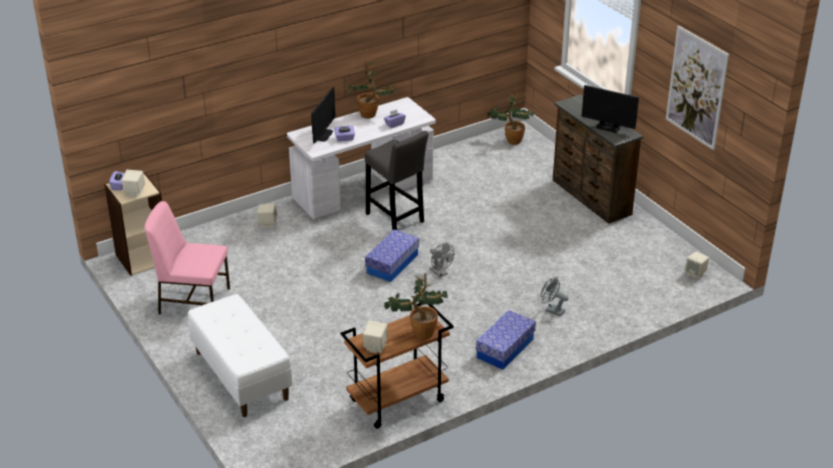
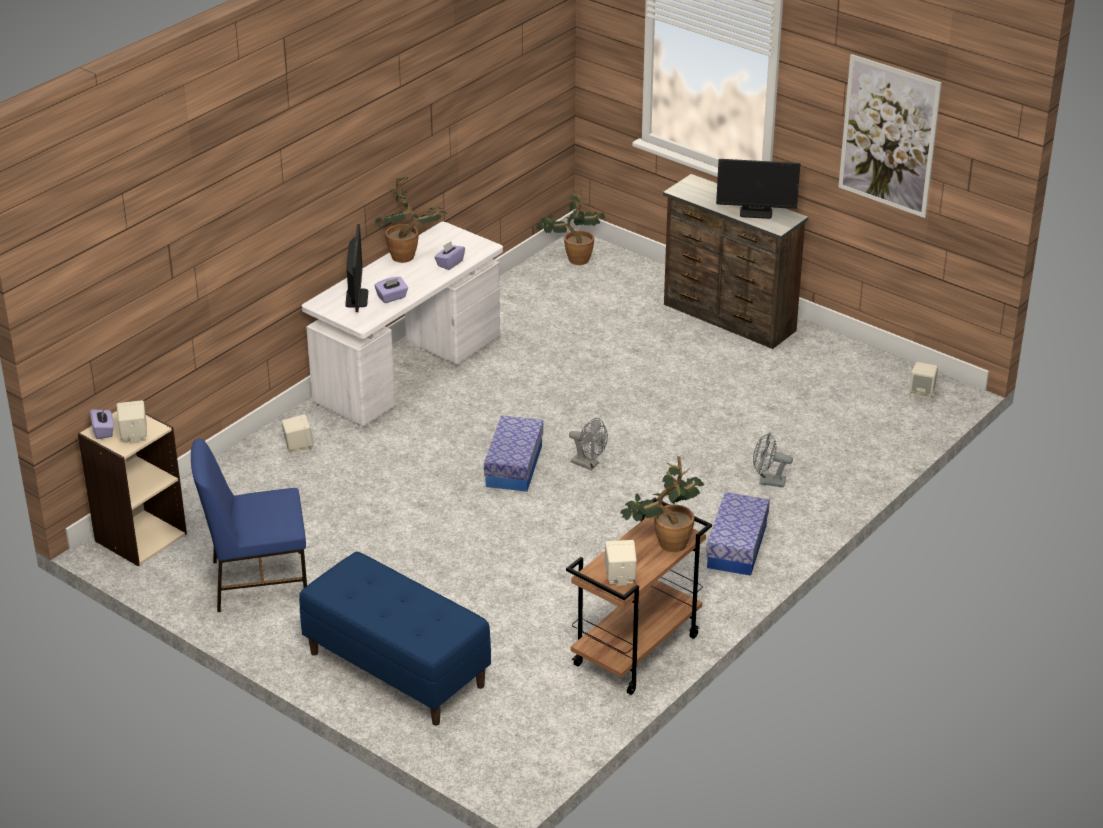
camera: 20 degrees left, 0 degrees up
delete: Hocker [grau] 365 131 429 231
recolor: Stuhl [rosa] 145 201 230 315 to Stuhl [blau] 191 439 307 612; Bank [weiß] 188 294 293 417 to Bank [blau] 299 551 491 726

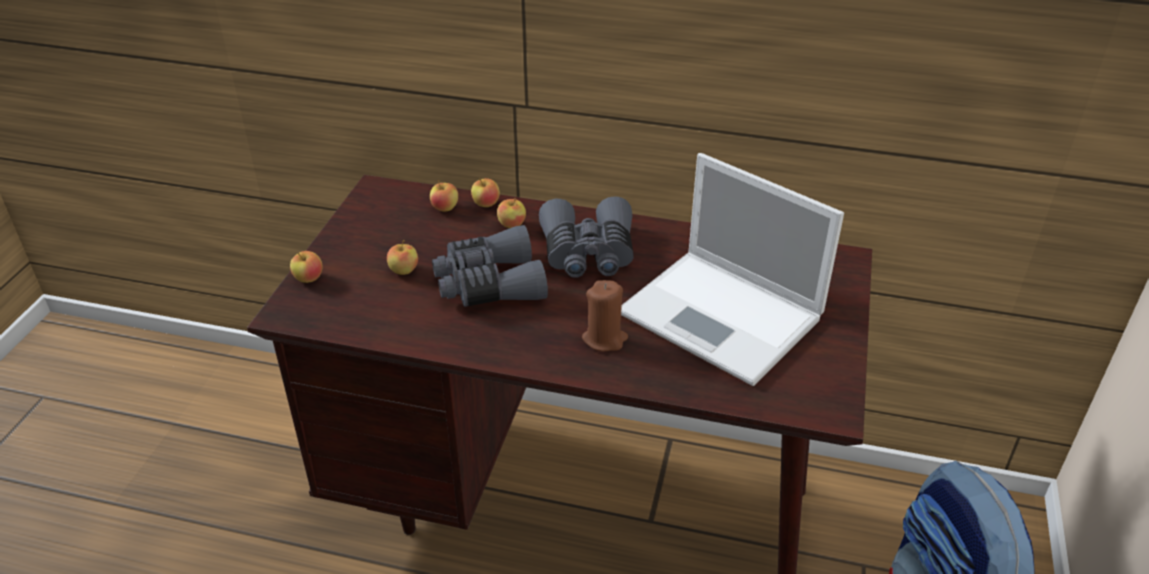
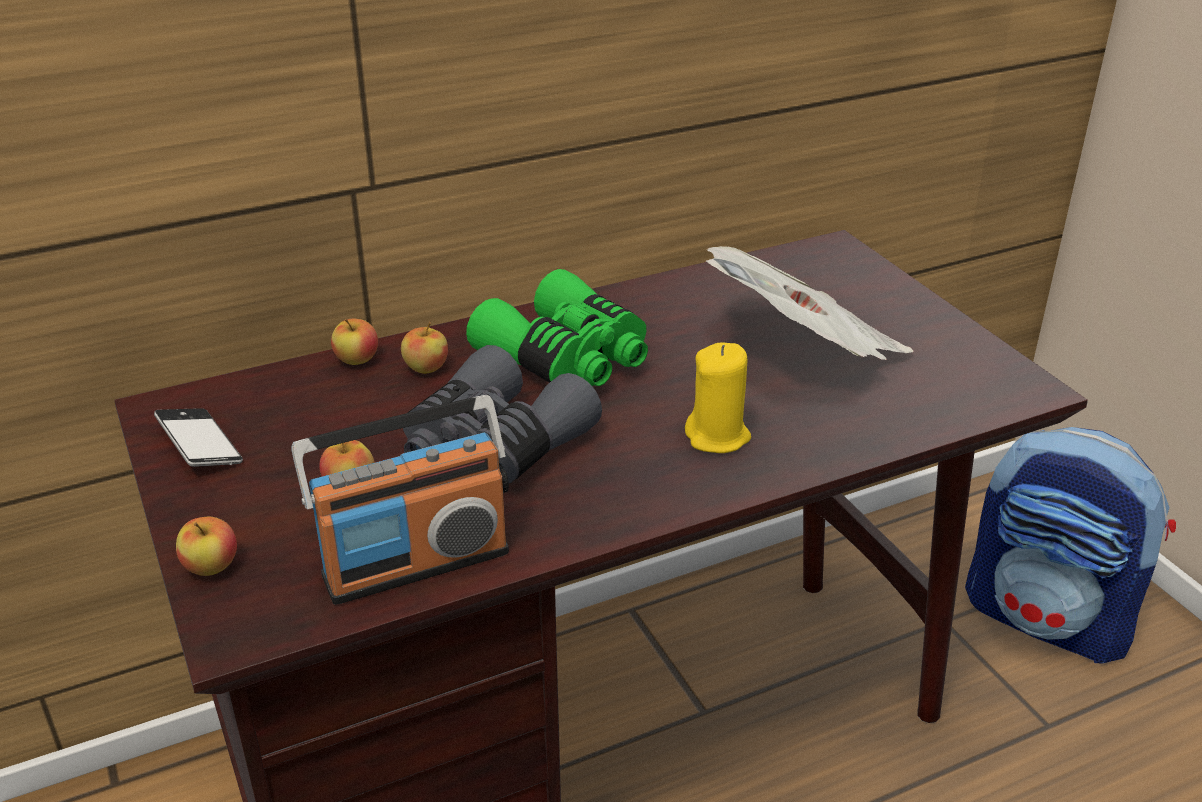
camera: 40 degrees left, 5 degrees down
delete: Apfel 430 180 458 212
insert: Handy 154 408 243 467; Radio 291 395 509 605
replace: Laptop 621 153 844 386 to Zeitung 706 246 913 360
recolor: Fernglas [grau] 539 197 633 277 to Fernglas [grün] 466 269 648 386; Kerze [braun] 582 280 628 352 to Kerze [gelb] 685 342 751 453

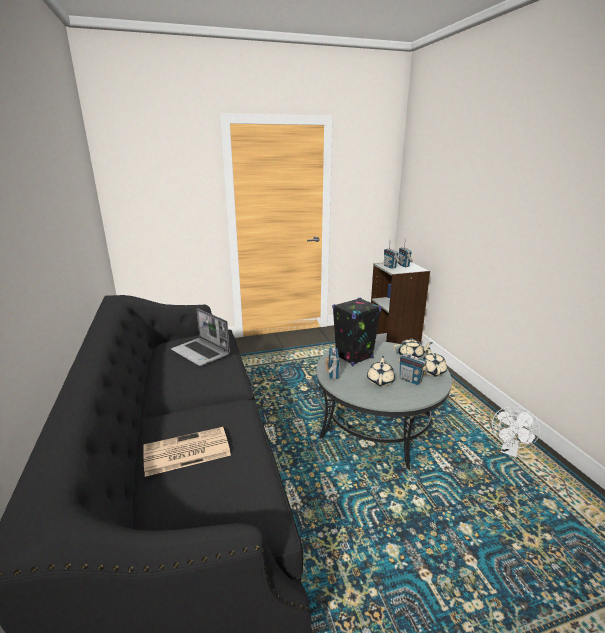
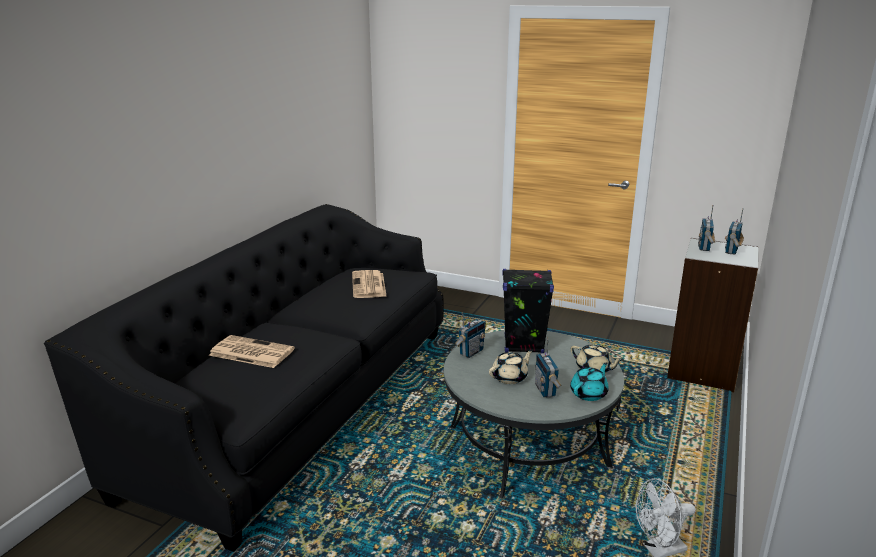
camera: 40 degrees right, 0 degrees up
replace: Laptop 171 308 230 366 to Zeitung 352 270 387 298
recolor: Teekanne [beige] 422 348 447 377 to Teekanne [türkis] 570 362 609 401

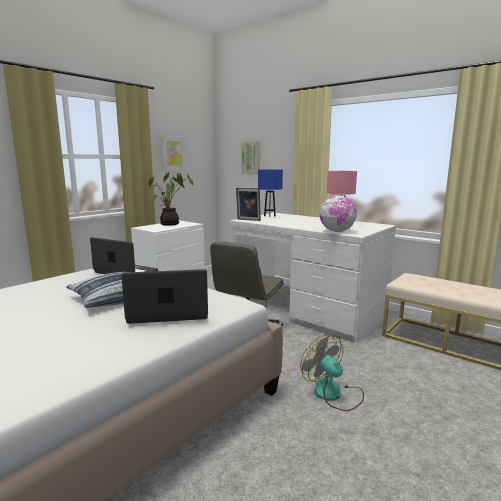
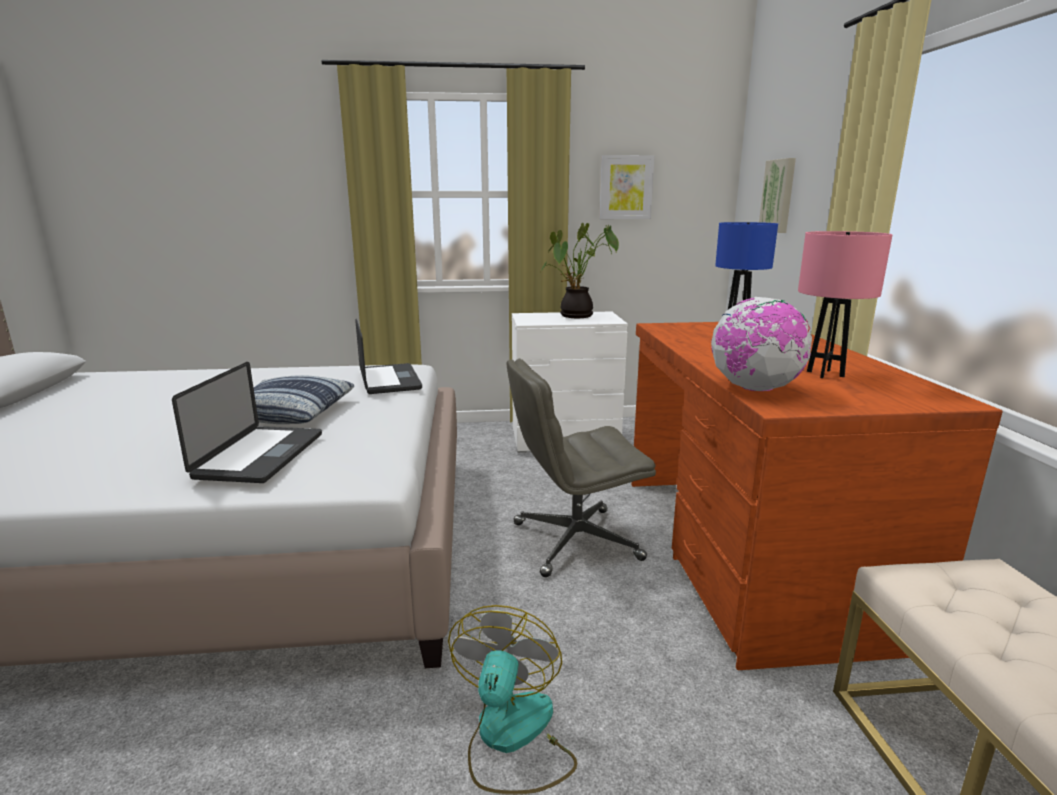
camera: 45 degrees right, 5 degrees up
delete: Bilderrahmen 236 187 261 221
recolor: Schreibtisch [weiß] 230 213 396 343 to Schreibtisch [braun] 631 322 1003 670
rotate: Laptop 121 269 208 324 = 172 362 322 483 60 degrees clockwise

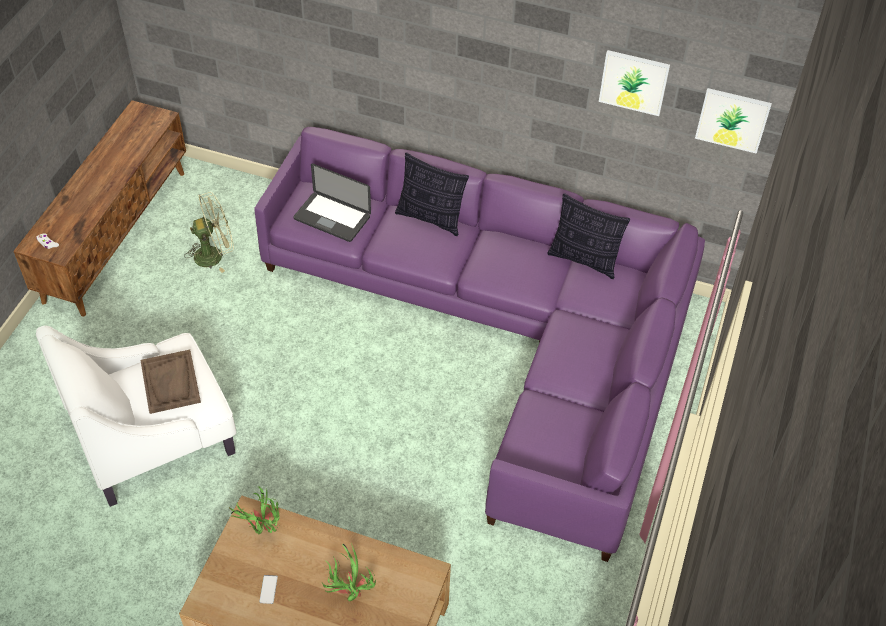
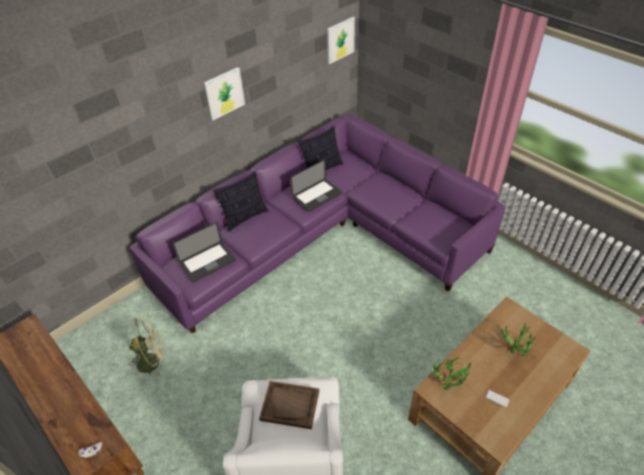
camera: 60 degrees left, 5 degrees down
insert: Laptop 290 159 342 212
move: Bild 599 50 670 116 to 203 67 245 121
rotate: Ventilator [grün] 184 192 234 273 = 128 316 166 377 60 degrees clockwise

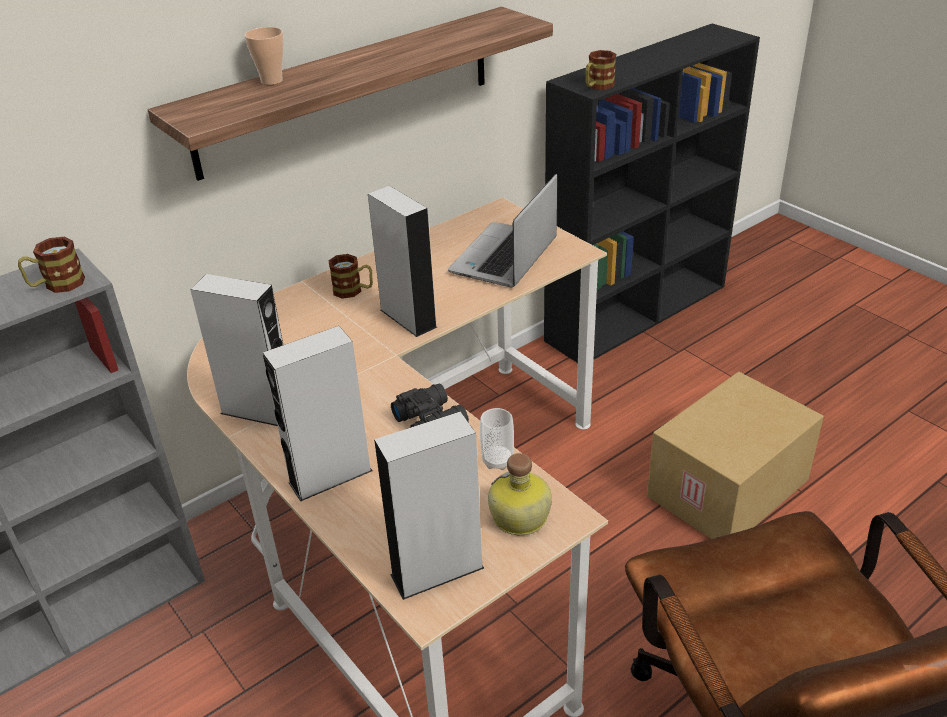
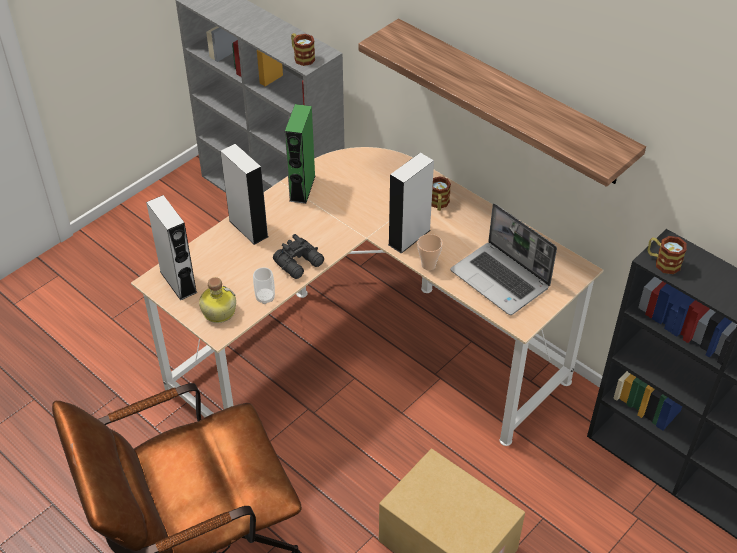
camera: 80 degrees right, 10 degrees up
move: Tasse 245 27 284 85 to 417 234 443 270
recolor: Lautsprecher [grau] 190 274 283 426 to Lautsprecher [grün] 285 104 316 204
rotate: Laptop 448 174 557 287 = 450 203 557 315 150 degrees counterclockwise

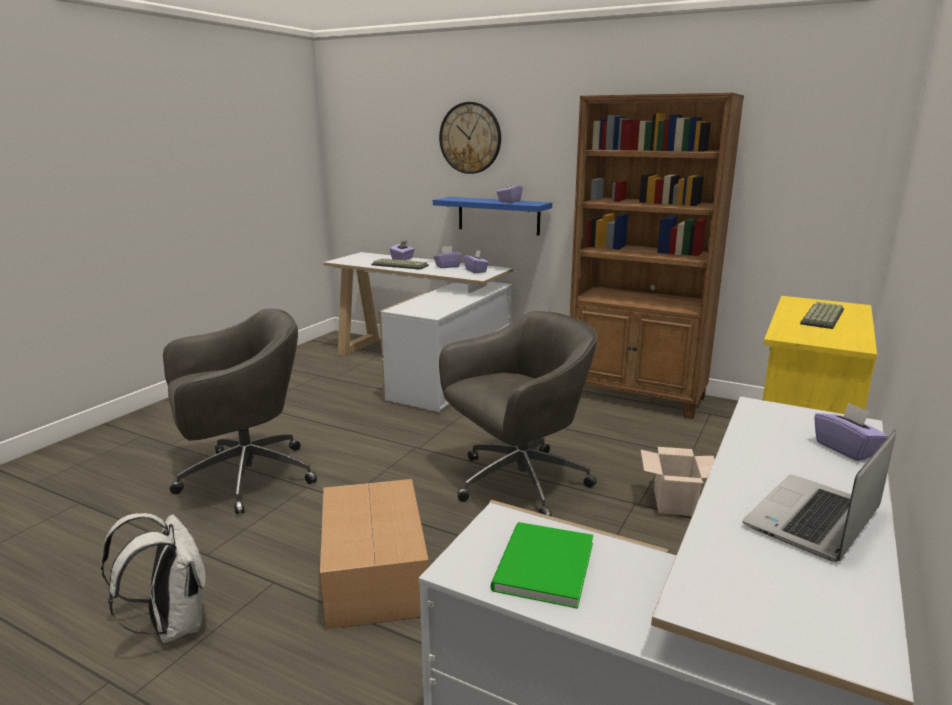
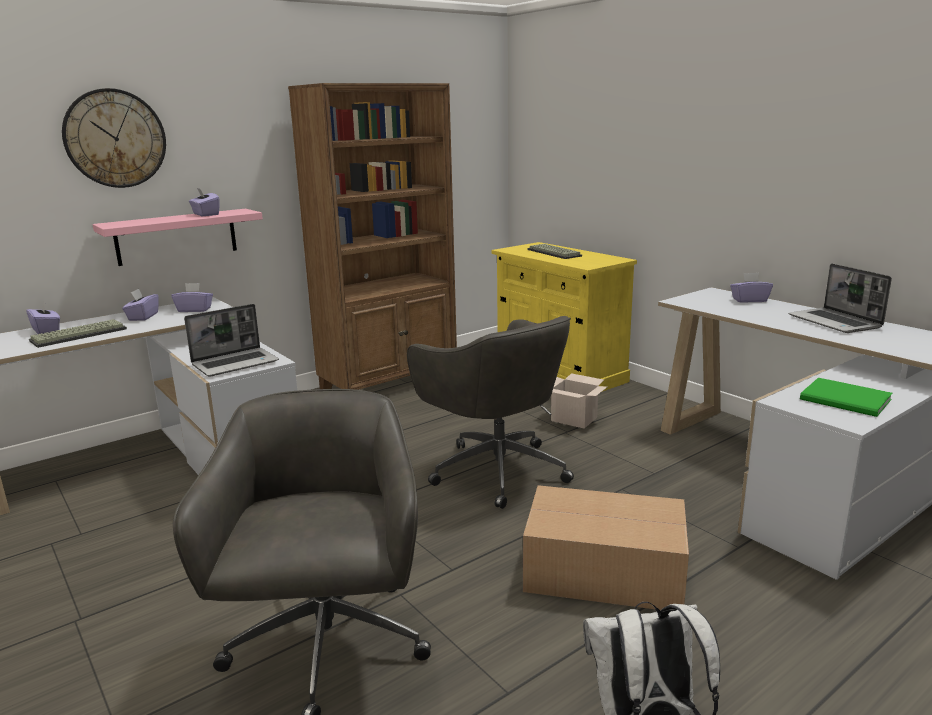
camera: 65 degrees left, 0 degrees up
insert: Laptop 184 304 279 377
recolor: Wandregal [blau] 433 197 552 236 to Wandregal [rosa] 93 209 263 266
rotate: Bürostuhl [grau] 439 311 598 516 = 407 316 574 509 150 degrees clockwise

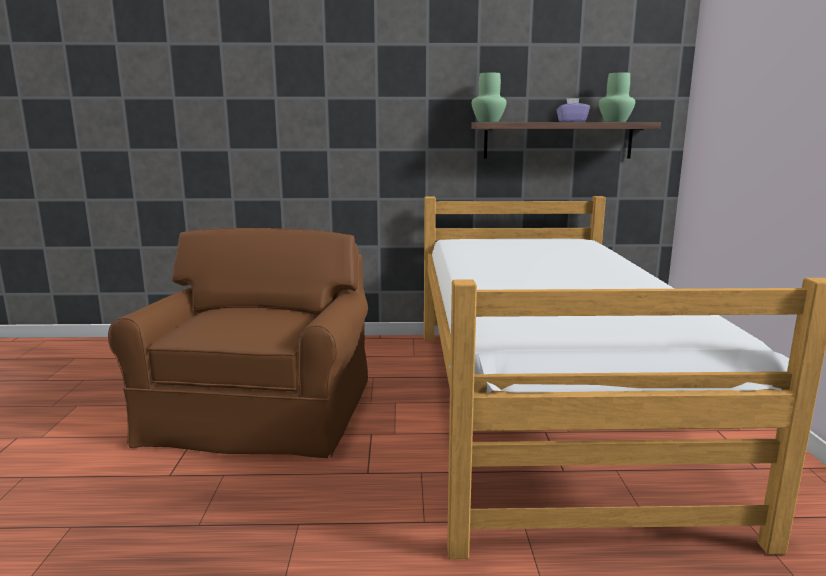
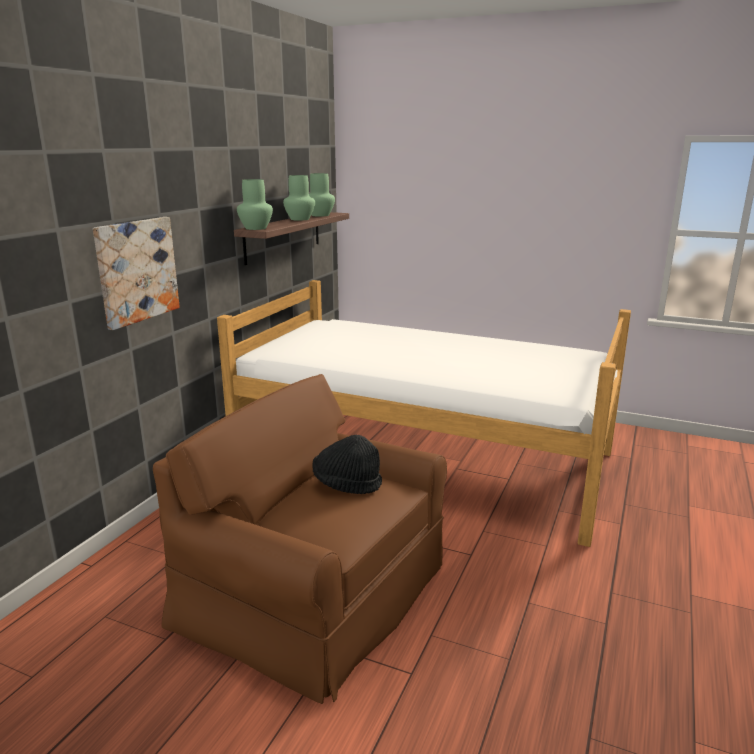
camera: 65 degrees left, 5 degrees up
insert: Bild 93 217 180 330; Hut [schwarz] 312 435 382 494
replace: Taschentuchbox [lila] 556 98 590 122 to Vase [grün] 283 175 315 221

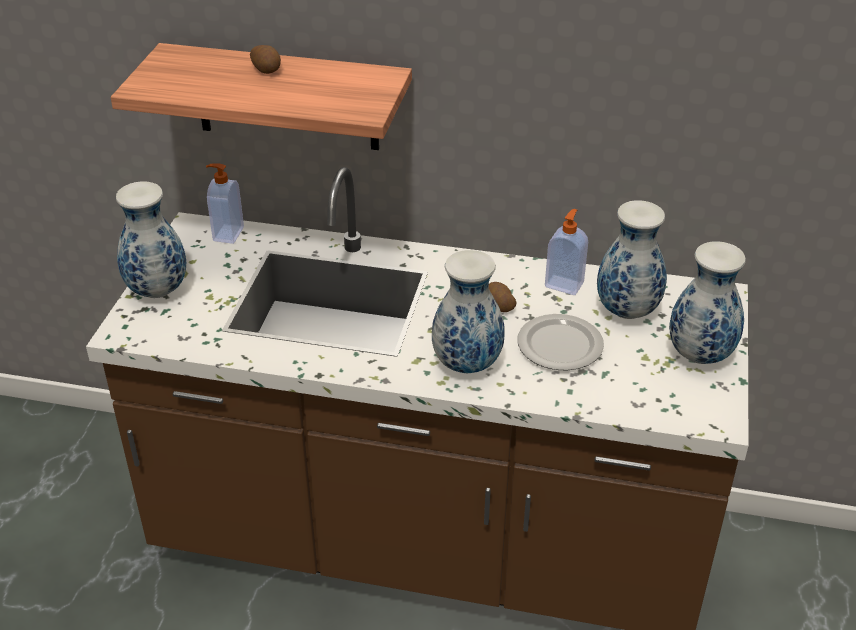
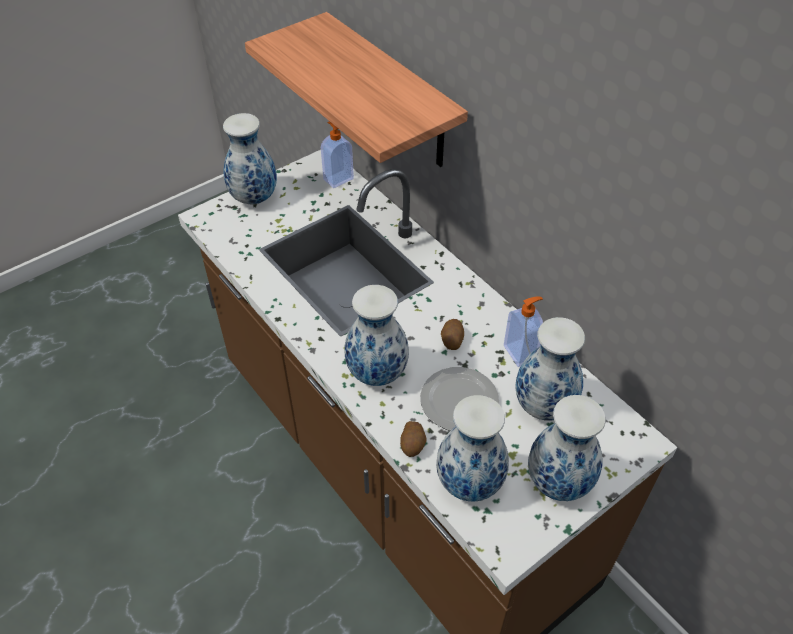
camera: 40 degrees right, 10 degrees up
insert: Vase 436 395 509 502
move: Kartoffel 250 45 281 74 to 400 421 427 457

